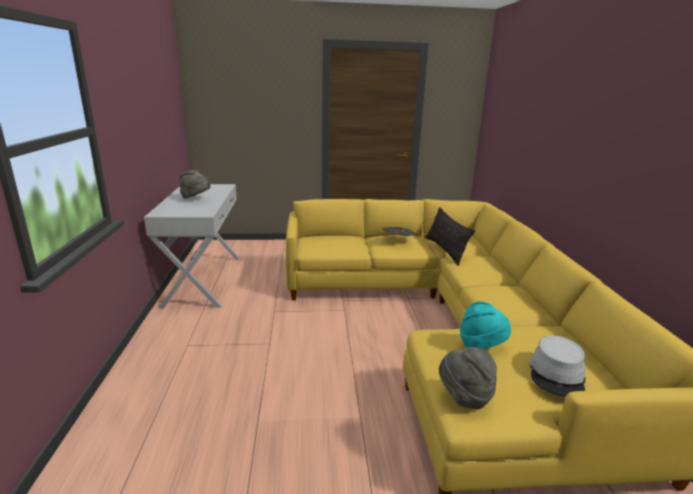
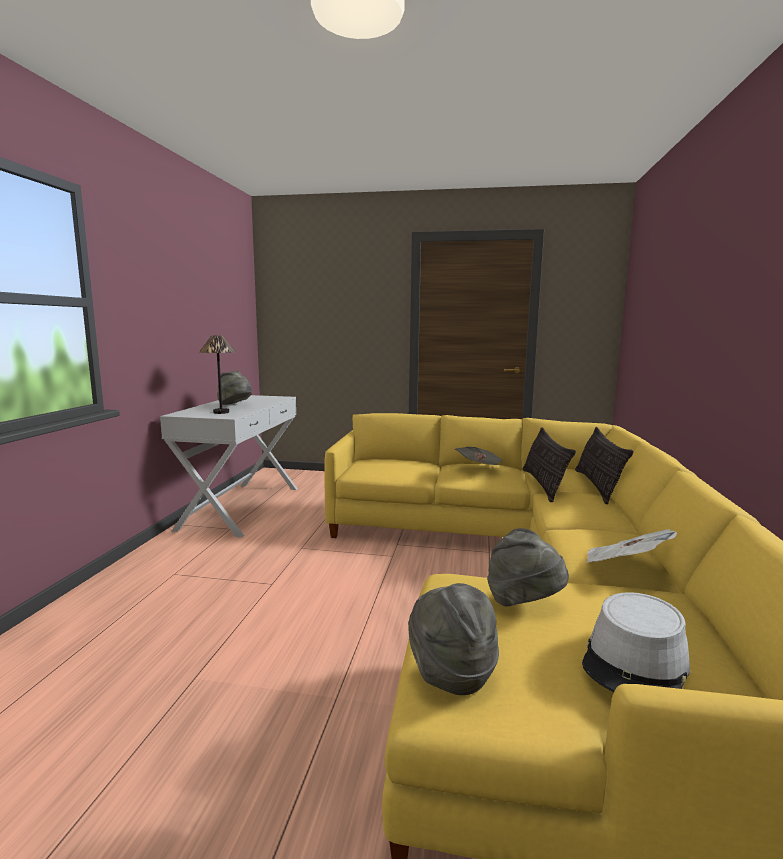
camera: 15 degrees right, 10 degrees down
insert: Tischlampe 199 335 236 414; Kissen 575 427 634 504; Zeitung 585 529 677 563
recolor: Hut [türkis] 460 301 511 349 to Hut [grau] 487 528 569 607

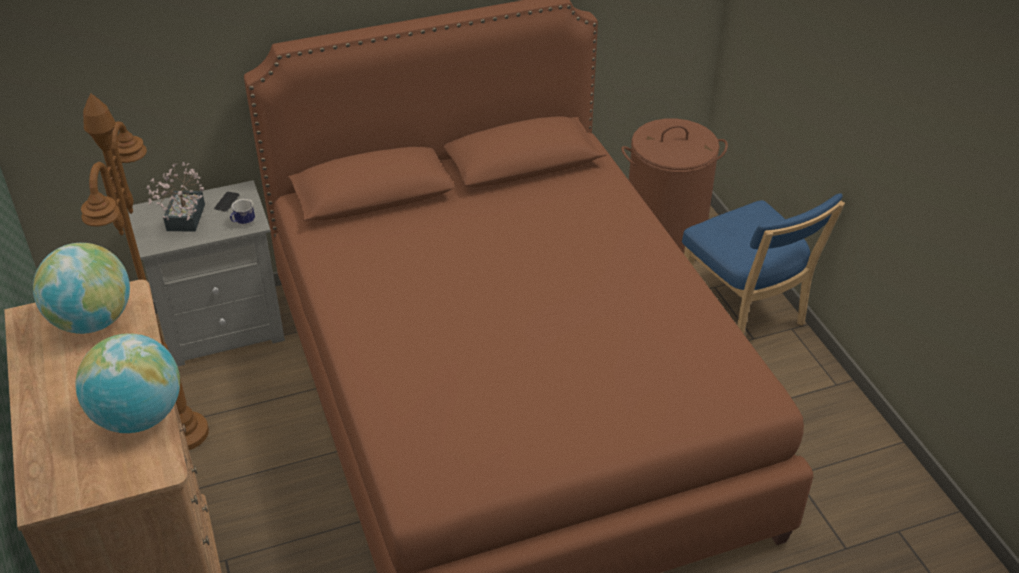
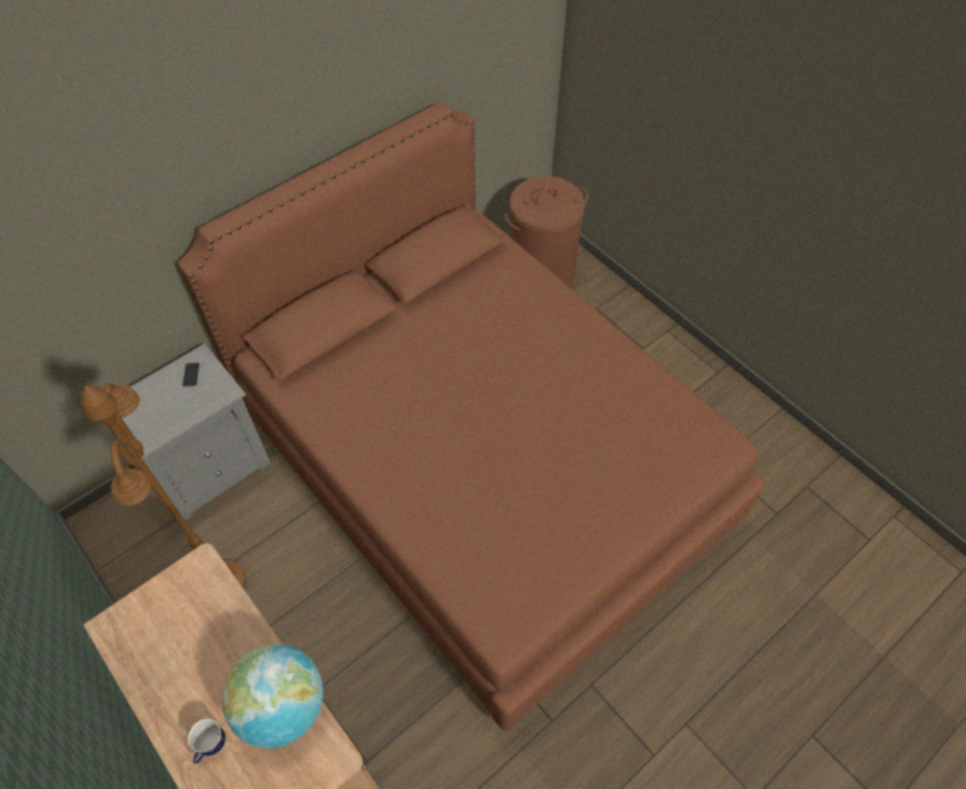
camera: 20 degrees left, 15 degrees up
delete: Globus 33 243 130 334; Topfpflanze 146 162 205 232; Stuhl [blau] 682 193 845 334
move: Henkelbecher 230 199 255 226 to 188 719 226 764

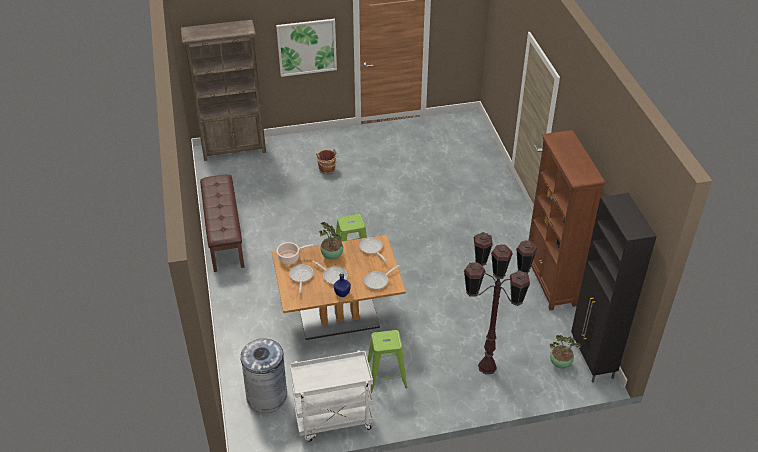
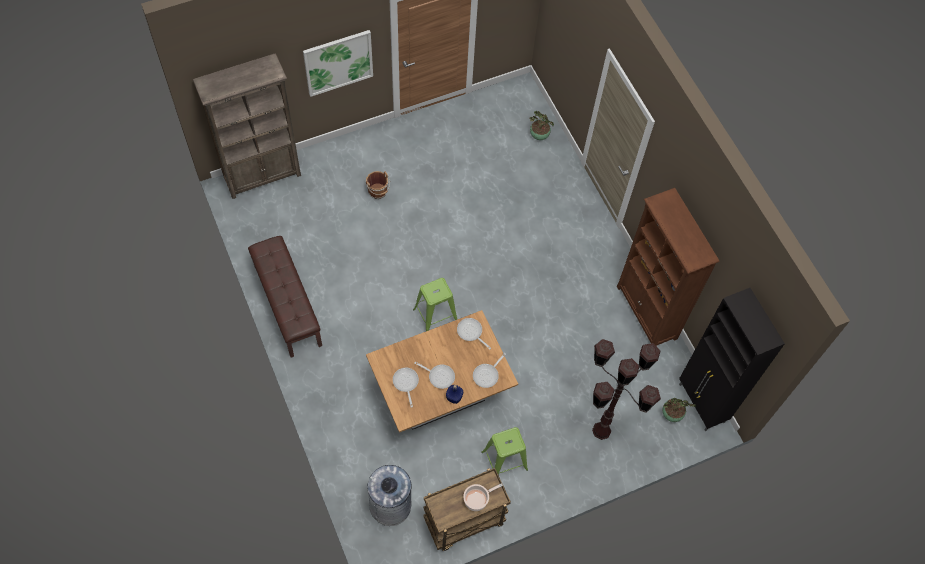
camera: 15 degrees left, 20 degrees up
move: Kochtopf 276 242 313 265 to 463 483 503 511; Topfpflanze 319 222 343 260 to 530 111 554 140
recolor: Rollwagen [weiß] 290 350 373 442 to Rollwagen [braun] 423 468 511 551

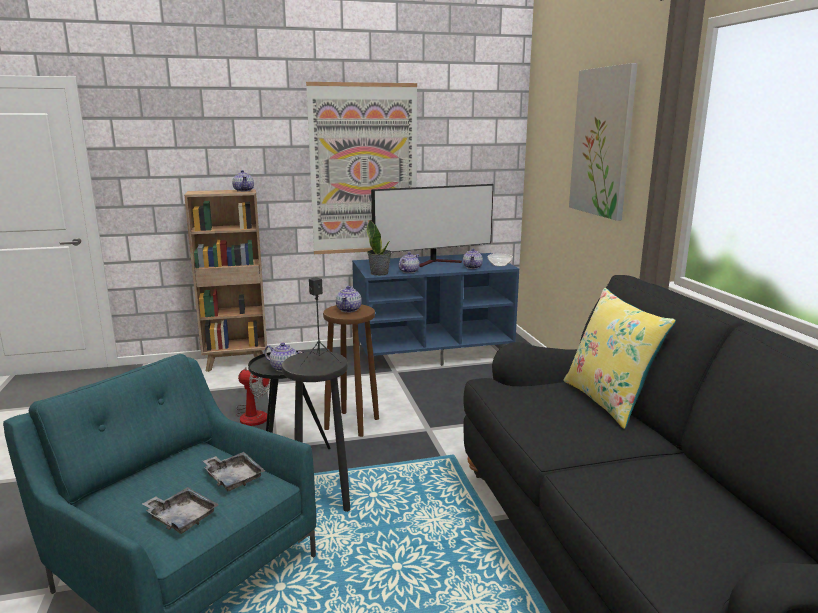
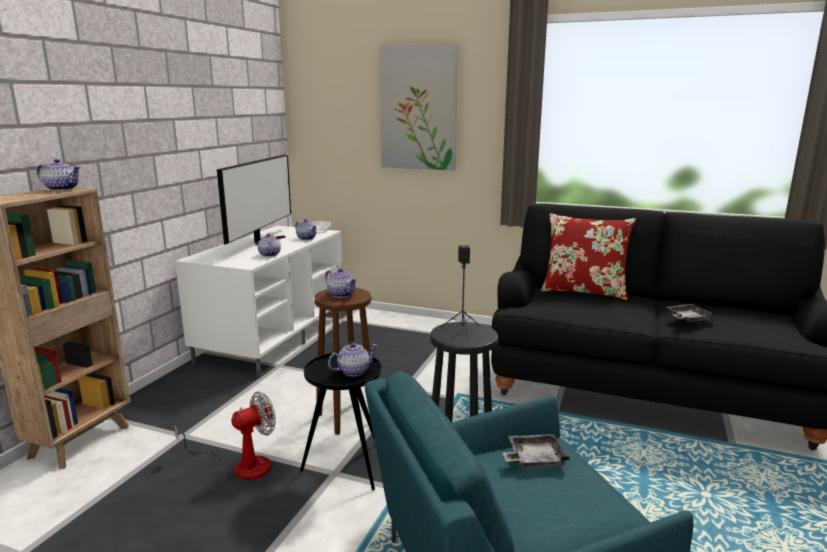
camera: 55 degrees left, 0 degrees up
delete: Bild 306 82 417 254; Topfpflanze 367 220 392 276
move: Tablett [grau] 142 487 219 534 to 666 304 717 322
recolor: Fernsehschrank [blau] 352 253 519 366 to Fernsehschrank [weiß] 175 226 342 377; Kissen [gelb] 563 288 676 429 to Kissen [rot] 541 213 636 300

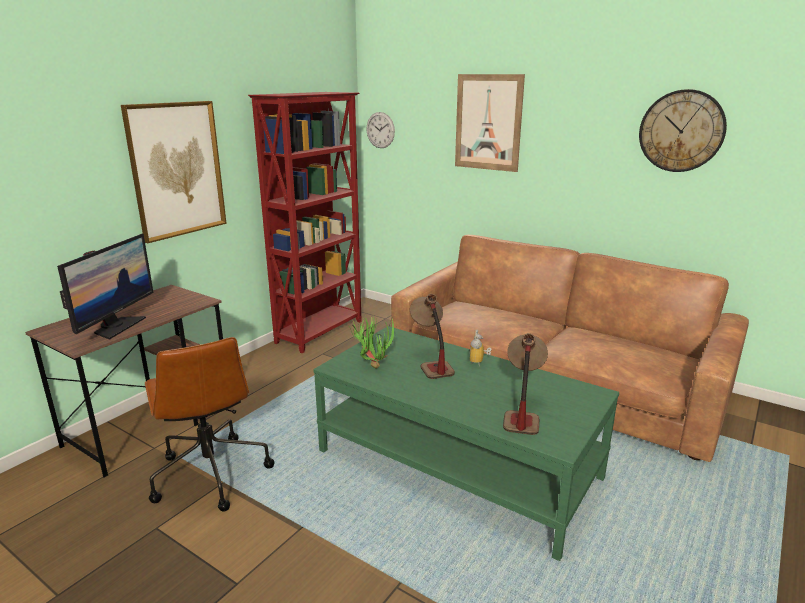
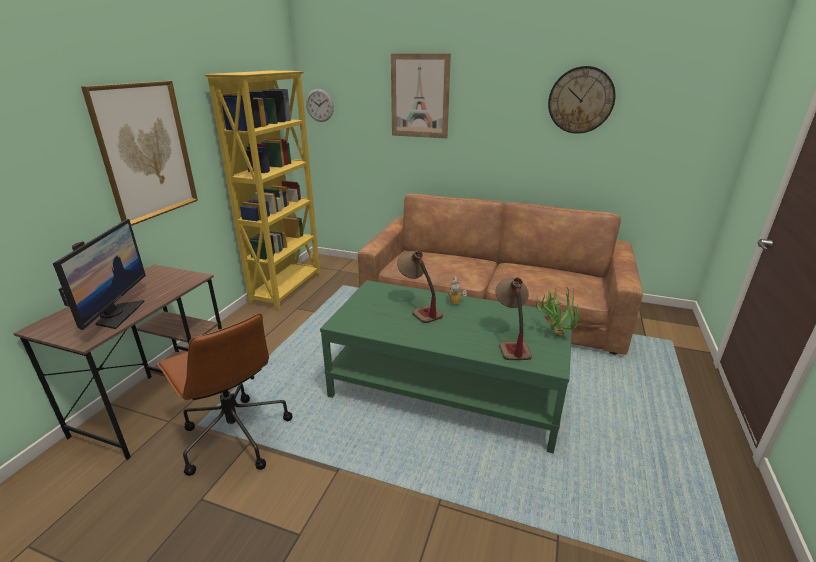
camera: 15 degrees left, 5 degrees up
move: Topfpflanze 350 313 396 369 to 536 287 581 337
recolor: Bücherregal [rot] 248 92 362 353 to Bücherregal [gelb] 204 71 320 311

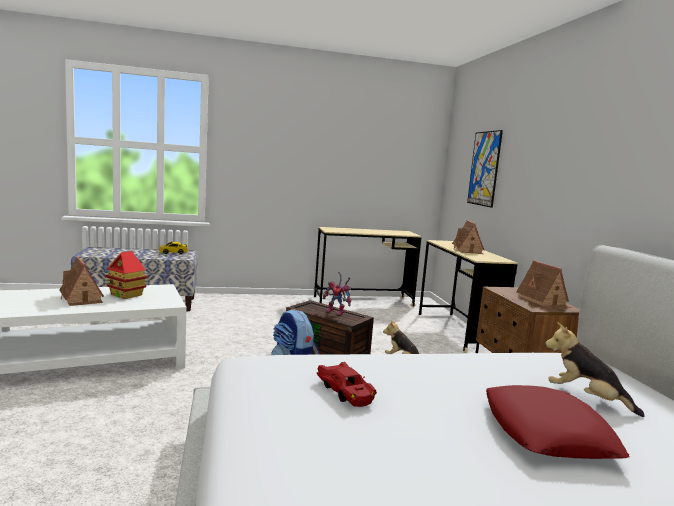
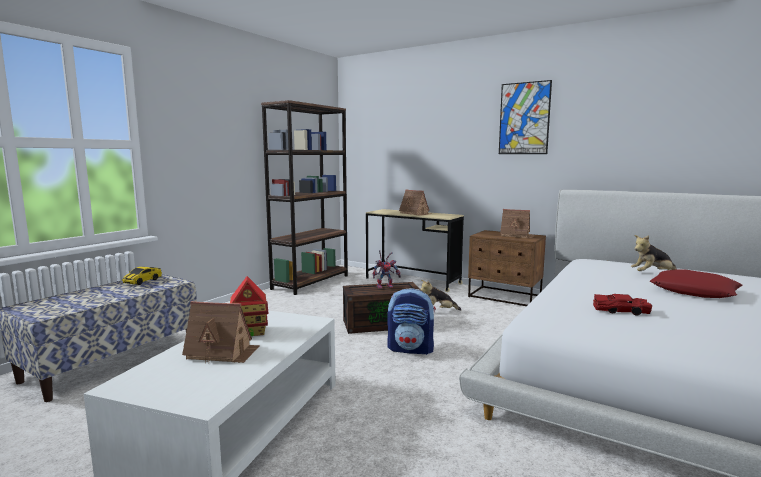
camera: 45 degrees left, 0 degrees up
move: Bild 467 130 503 208 to 499 80 552 154
replace: Schreibtisch [beige] 314 227 422 307 to Bücherregal [braun] 261 100 348 295

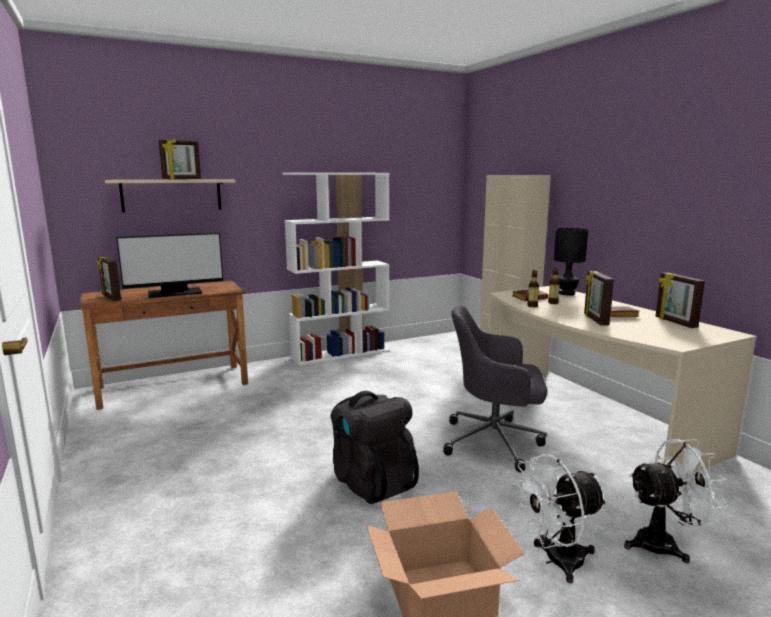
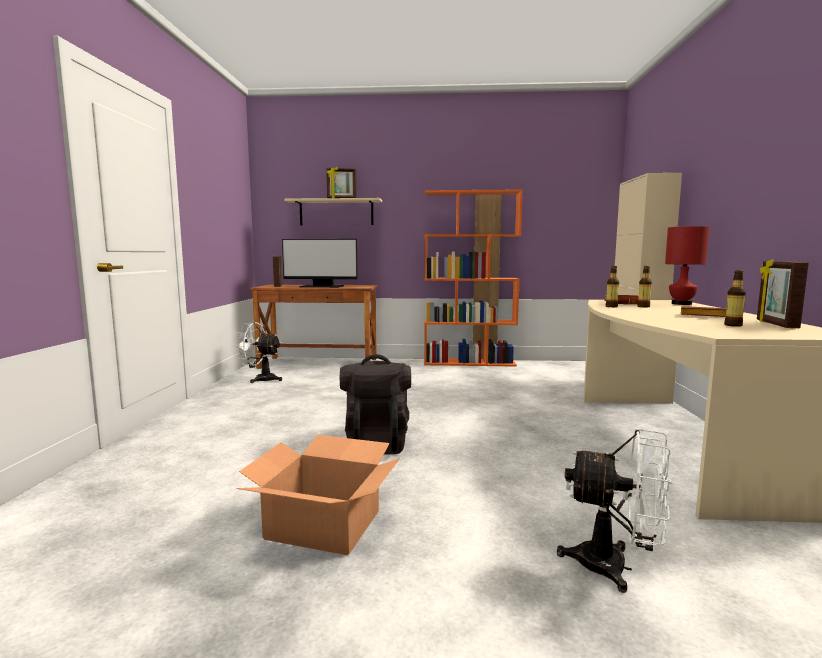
camera: 30 degrees right, 5 degrees down
delete: Bürostuhl [grau] 443 305 547 472; Bilderrahmen 584 271 614 325
insert: Flasche 724 270 746 327
move: Ventilator [weiß] 513 454 607 583 to 235 322 282 383
recolor: Bücherregal [weiß] 283 172 389 366 to Bücherregal [orange] 424 189 523 367; Tischlampe [schwarz] 554 228 589 295 to Tischlampe [rot] 665 226 710 305

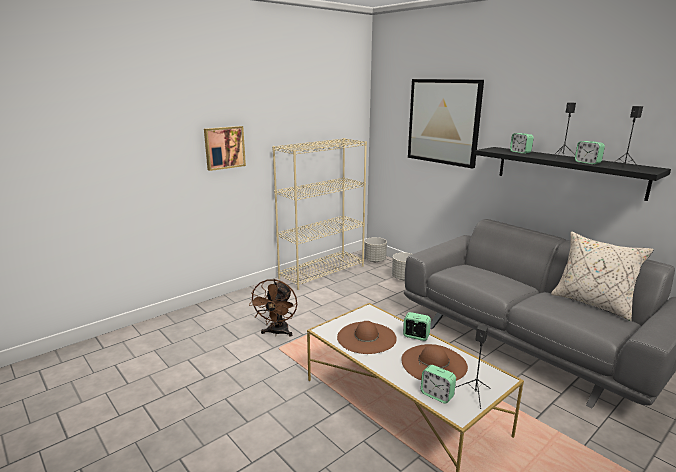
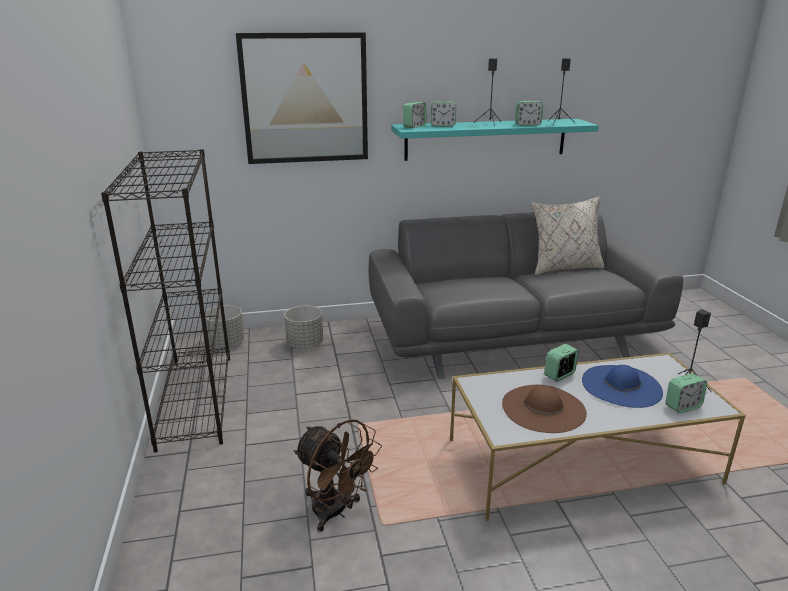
camera: 60 degrees left, 5 degrees up
delete: Bild 204 126 246 171
insert: Wecker 403 102 426 128
recolor: Bücherregal [beige] 272 138 367 290 to Bücherregal [schwarz] 101 149 230 453; Hut [braun] 401 344 468 381 to Hut [blau] 582 365 663 408; Wandregal [schwarz] 475 147 671 201 to Wandregal [türkis] 391 119 599 161

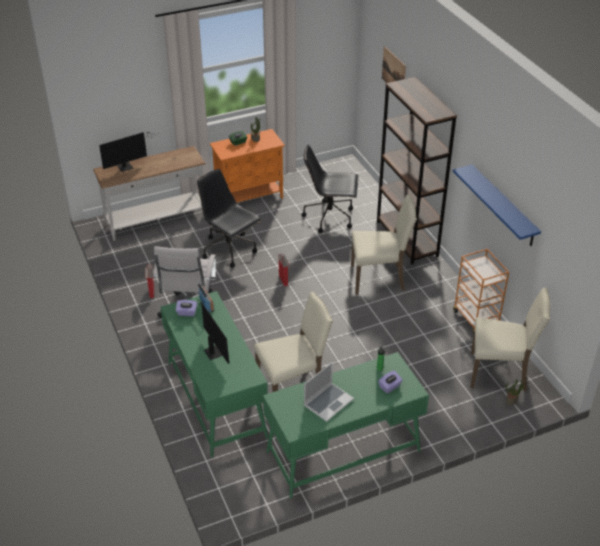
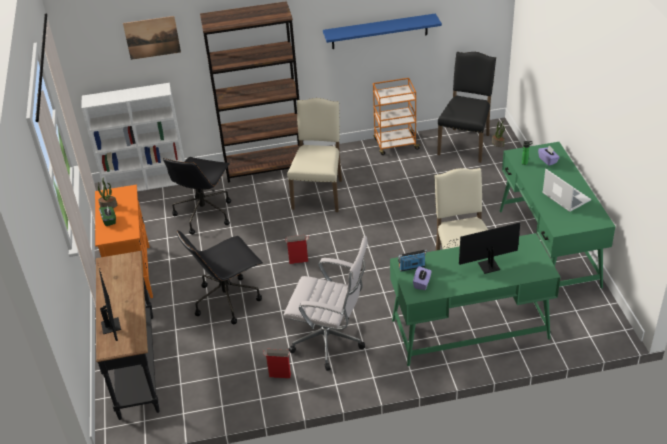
camera: 75 degrees left, 0 degrees up
insert: Bücherregal [weiß] 82 83 185 191
recolor: Konsolentisch [weiß] 93 146 206 241 to Konsolentisch [schwarz] 96 251 160 420; Stuhl [beige] 470 287 550 391 to Stuhl [schwarz] 437 52 496 163

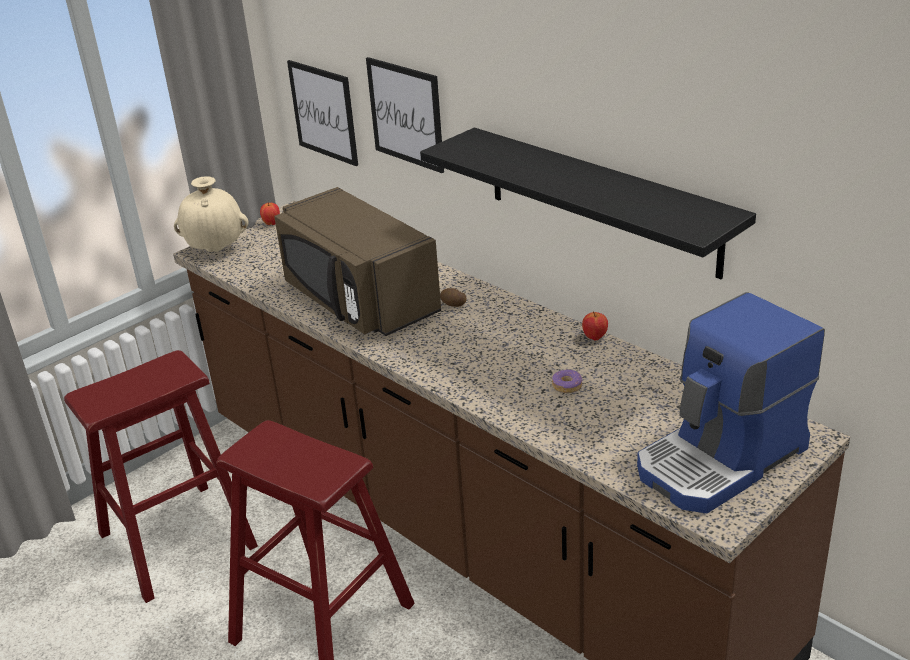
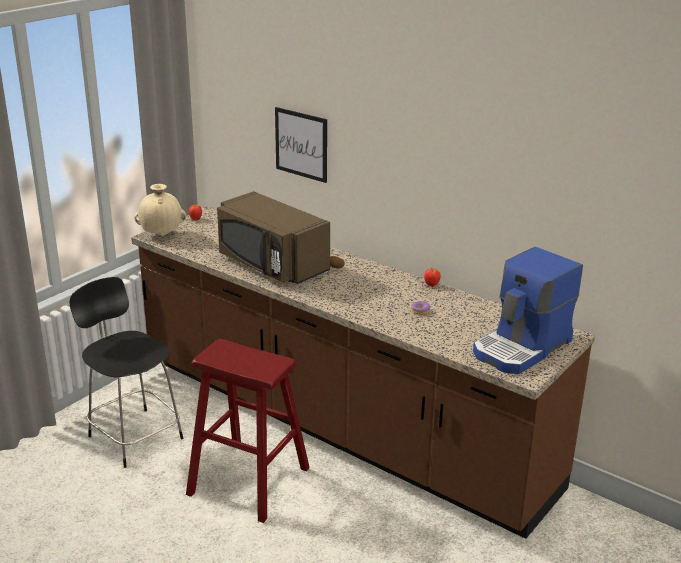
camera: 10 degrees left, 5 degrees down
delete: Bild 287 60 358 166; Wandregal [schwarz] 420 128 756 279
replace: Hocker [rot] 64 350 258 603 to Stuhl [schwarz] 69 277 183 468

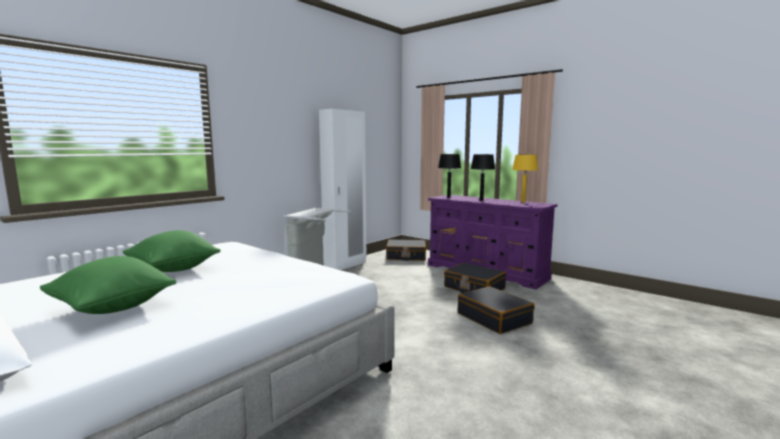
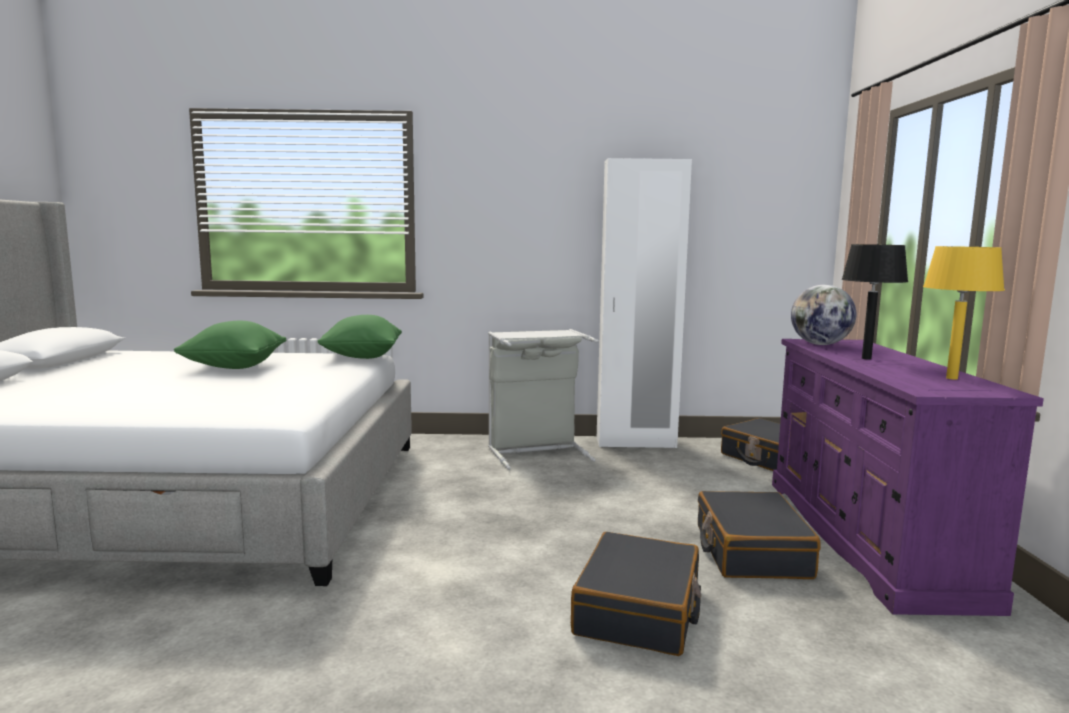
camera: 50 degrees right, 0 degrees up
move: Kissen [grün] 40 256 177 314 to 317 315 402 359
replace: Tischlampe [schwarz] 438 154 461 198 to Globus 791 285 856 345

